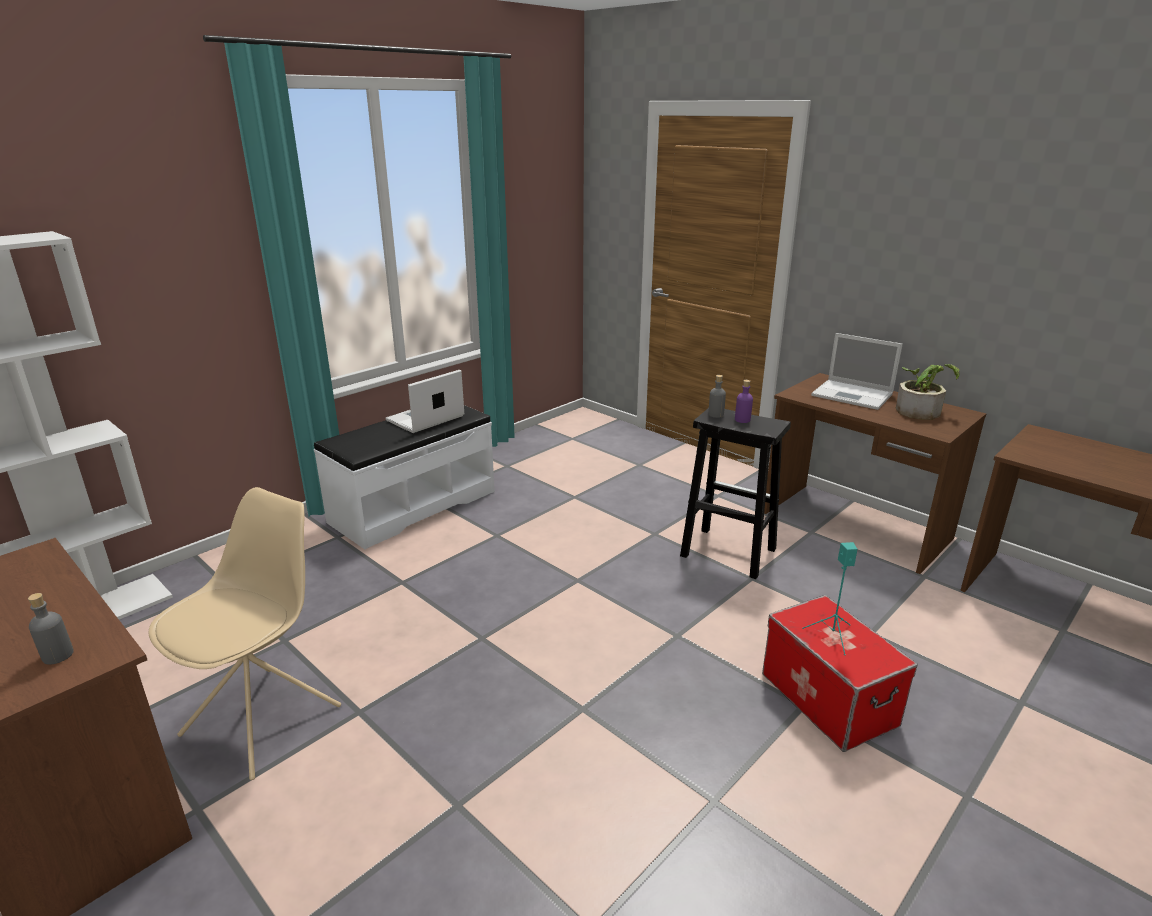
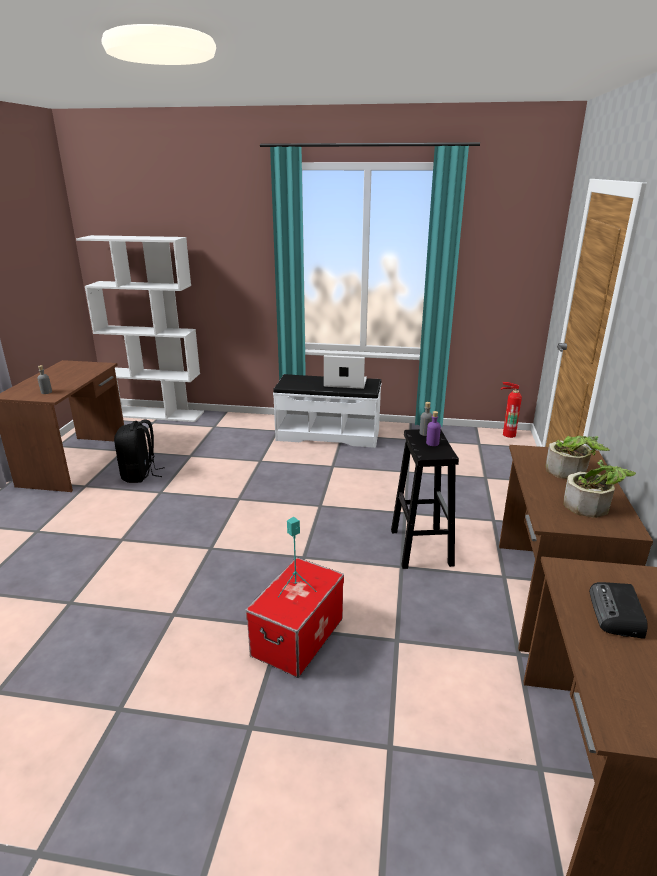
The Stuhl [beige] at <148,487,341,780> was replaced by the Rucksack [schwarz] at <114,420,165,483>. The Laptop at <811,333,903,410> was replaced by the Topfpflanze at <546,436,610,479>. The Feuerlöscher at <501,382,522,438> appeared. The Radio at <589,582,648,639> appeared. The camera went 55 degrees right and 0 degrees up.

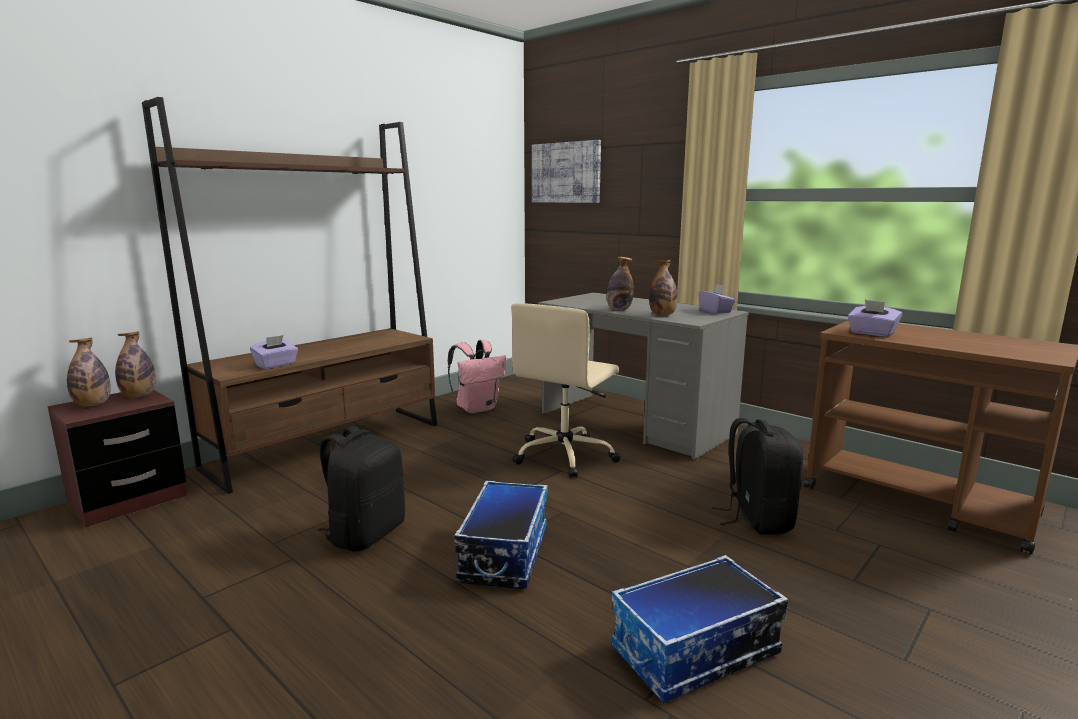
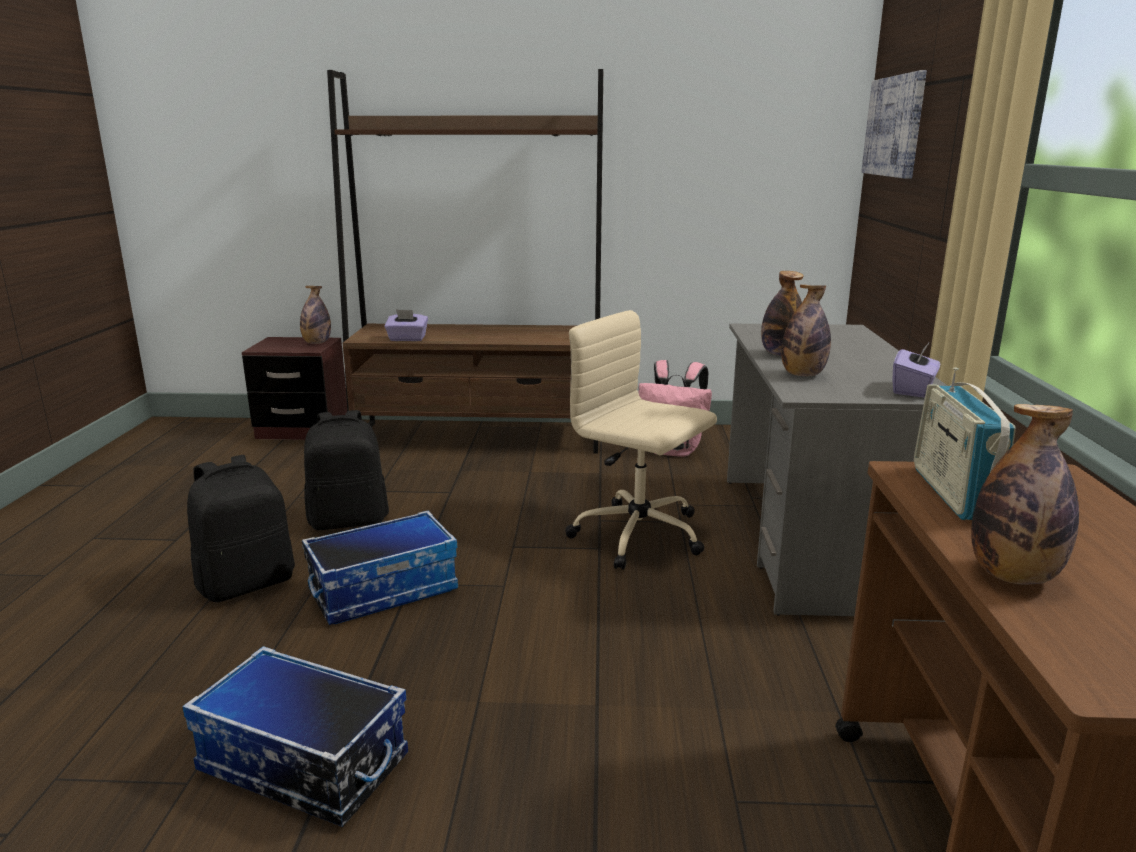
The Flasche moved from <67,337,111,407> to <971,404,1079,585>. The Bürostuhl [beige] at <511,303,620,478> turned 45 degrees clockwise. The Rucksack [schwarz] moved from <712,418,803,535> to <187,455,295,602>. The Taschentuchbox [lila] at <848,300,902,337> was replaced by the Radio at <914,367,1016,520>. The camera went 50 degrees right and 5 degrees up.

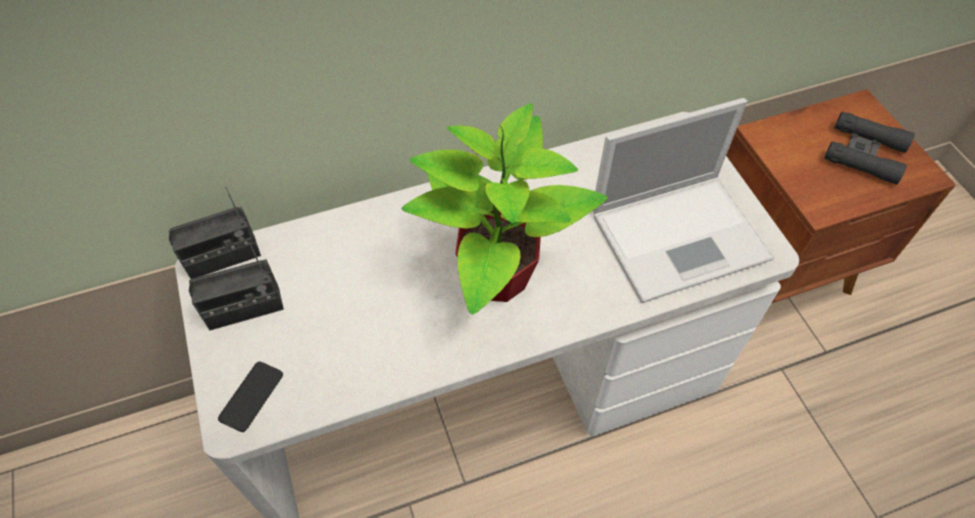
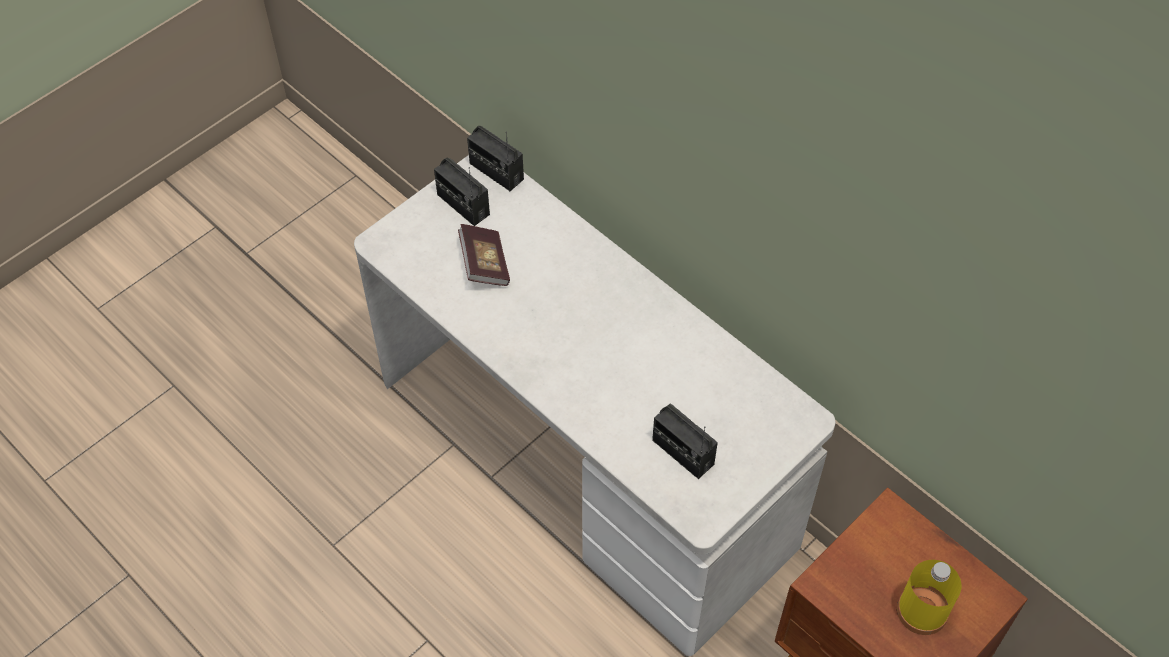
The Handy at <218,361,283,432> disappeared. The Topfpflanze at <402,103,607,314> disappeared. The Laptop at <593,98,774,303> was replaced by the Radio at <652,403,718,479>. The Fernglas [schwarz] at <824,112,915,185> was replaced by the Flasche [gelb] at <897,560,962,635>. The Buch at <458,224,510,286> appeared. The camera went 65 degrees right and 0 degrees up.

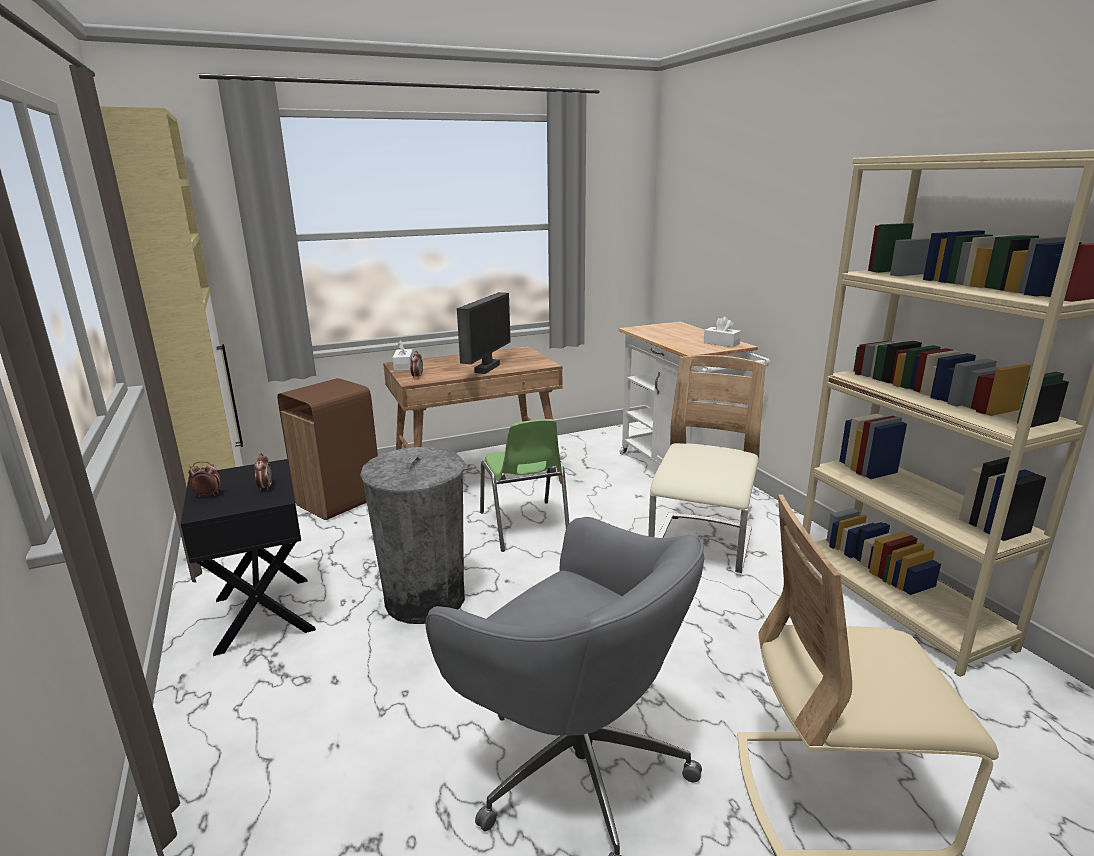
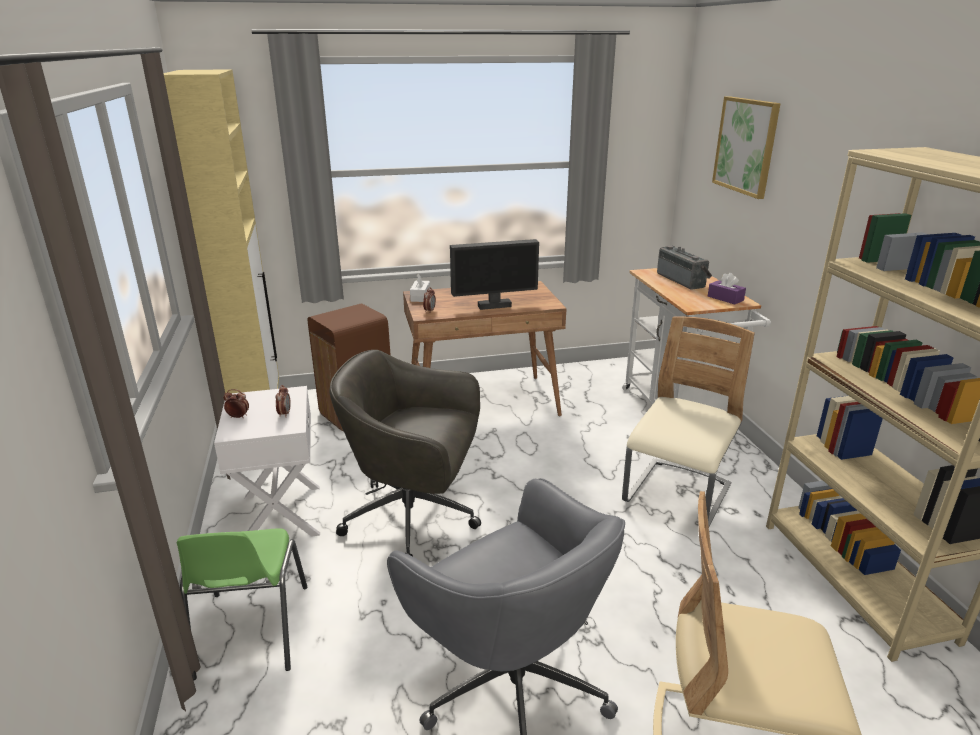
The Nachttisch [schwarz] at <181,459,316,656> became the Nachttisch [weiß] at <214,386,320,537>. The Mülleimer [grau] at <360,447,465,624> was replaced by the Bürostuhl [grau] at <330,350,481,557>. The Monitor at <457,292,511,374> turned 45 degrees clockwise. The Stuhl [grün] moved from <480,419,569,552> to <176,528,307,681>. The Taschentuchbox [weiß] at <704,317,741,348> became the Taschentuchbox [lila] at <708,273,746,304>. The Radio at <657,246,712,290> appeared. The Bild at <712,96,781,199> appeared. The camera went 10 degrees right and 5 degrees up.

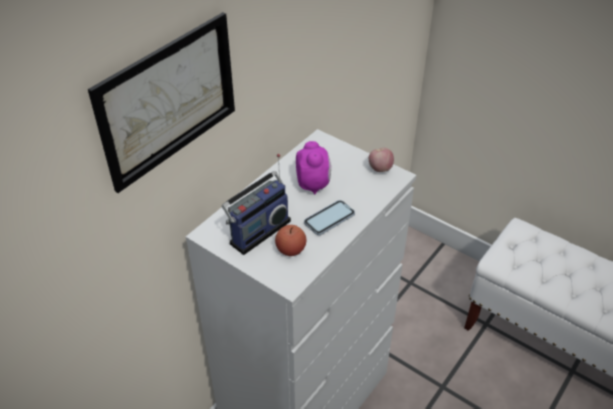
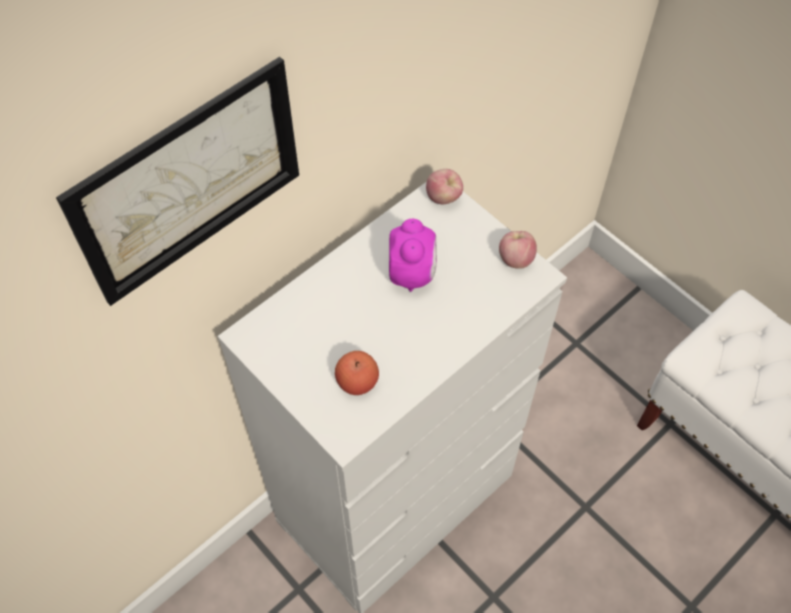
The Radio at <222,154,291,255> disappeared. The Handy at <304,200,355,235> disappeared. The Apfel at <426,169,463,204> appeared. The camera went 10 degrees right and 15 degrees up.

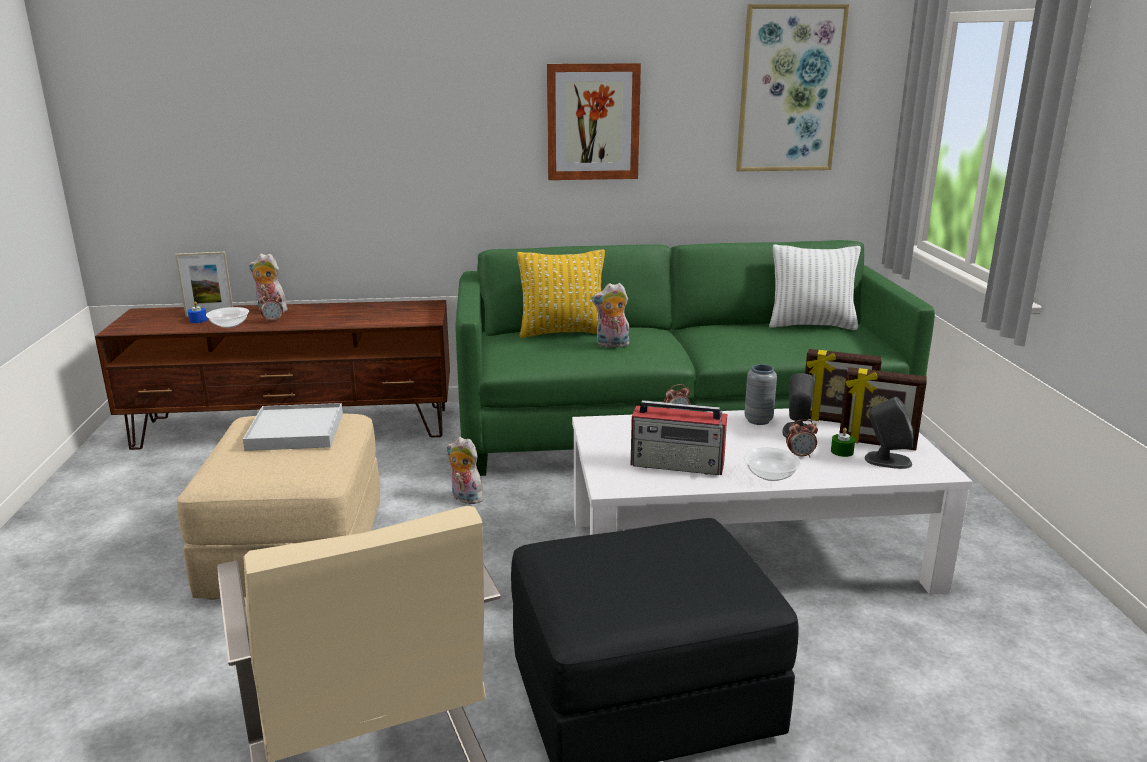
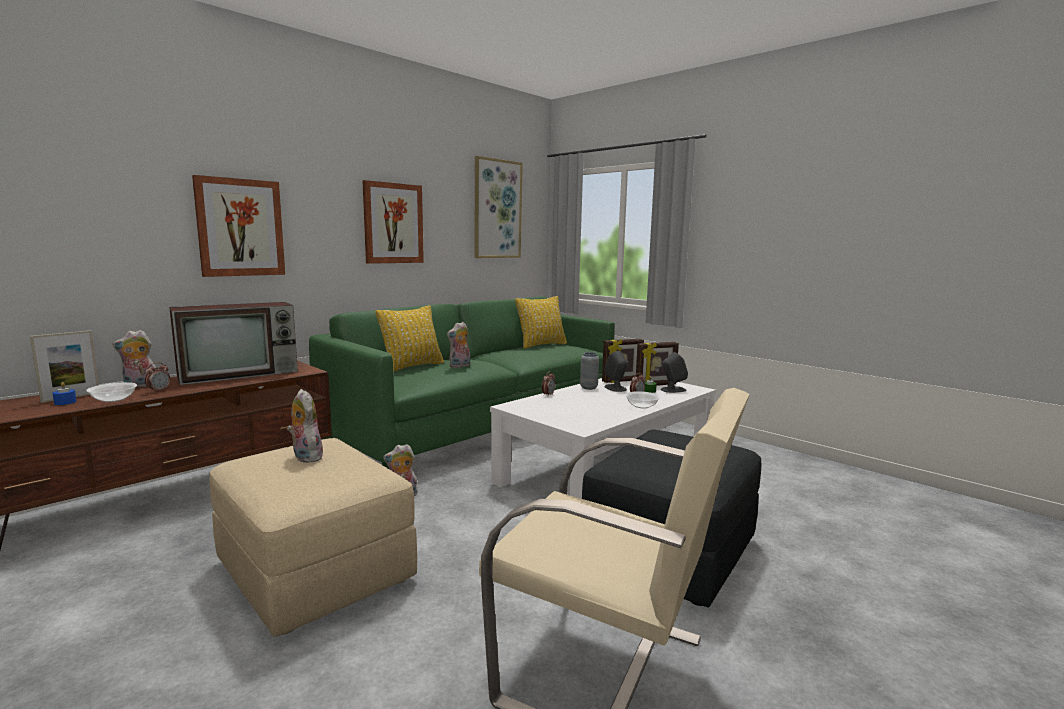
The Tablett [weiß] at <243,403,343,451> was replaced by the Plüschtier at <287,389,323,463>. The Radio at <631,400,727,475> disappeared. The Kissen [weiß] at <769,244,861,330> became the Kissen [gelb] at <515,296,567,349>. The Fernseher at <169,302,298,385> appeared. The Bild at <192,175,285,277> appeared. The camera went 40 degrees left and 10 degrees down.

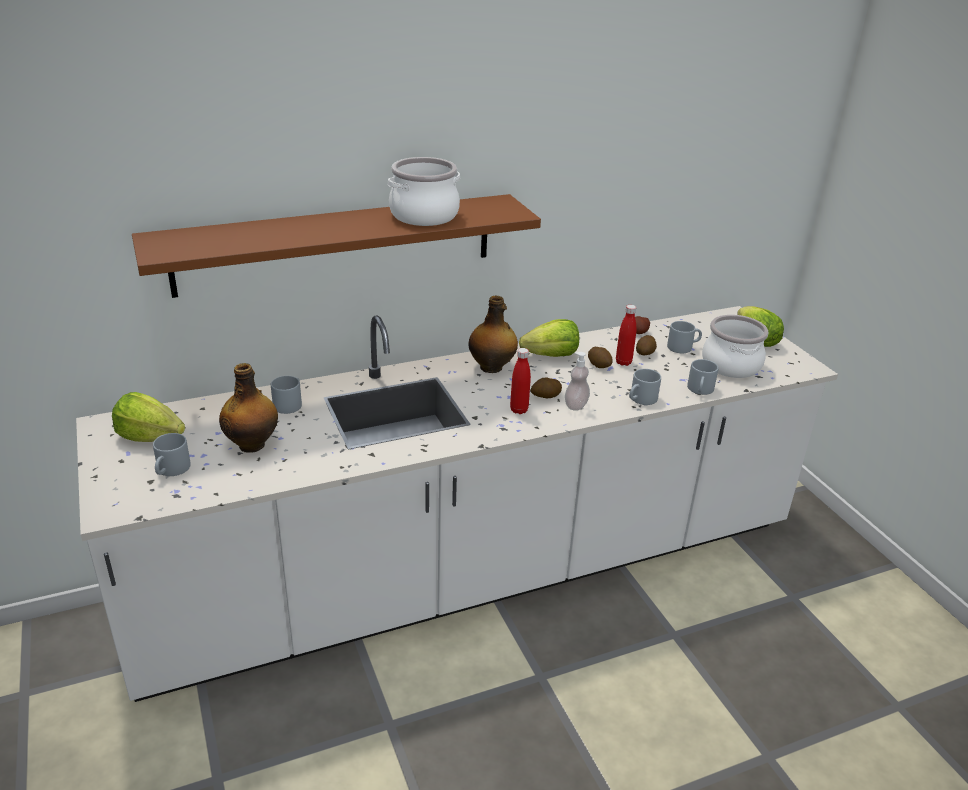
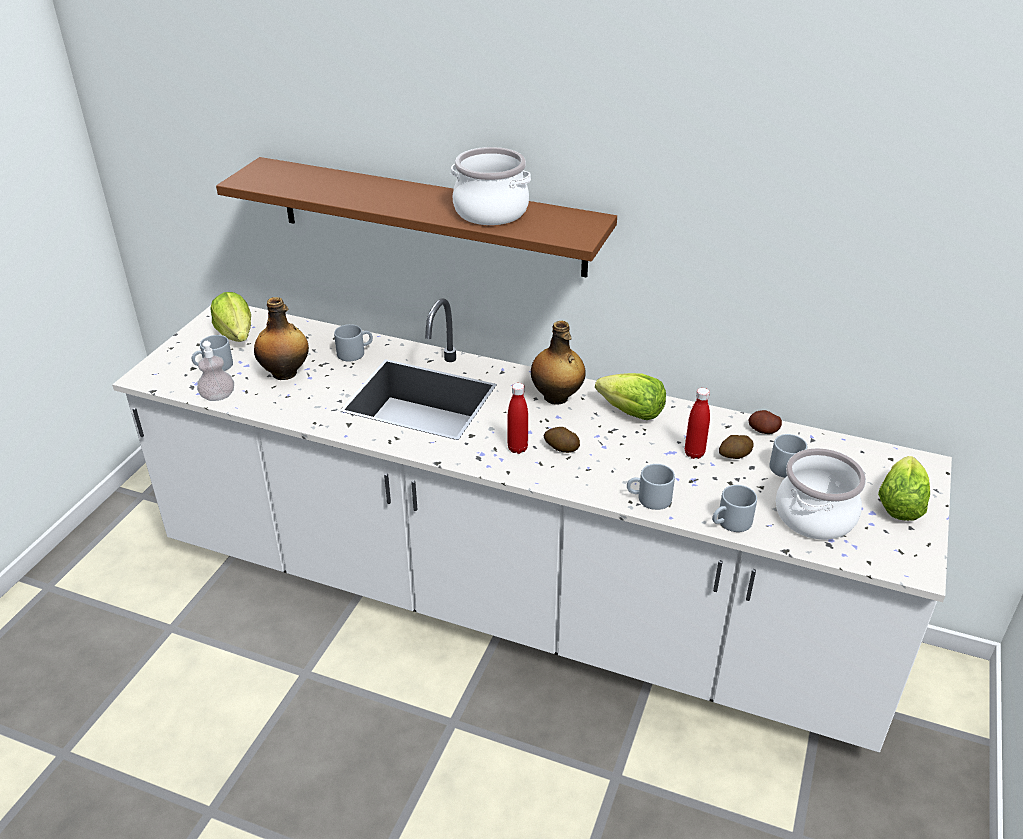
The Seifenspender moved from <565,352,590,411> to <197,341,234,401>. The Kartoffel at <588,347,613,368> disappeared. The camera went 45 degrees right and 5 degrees up.

